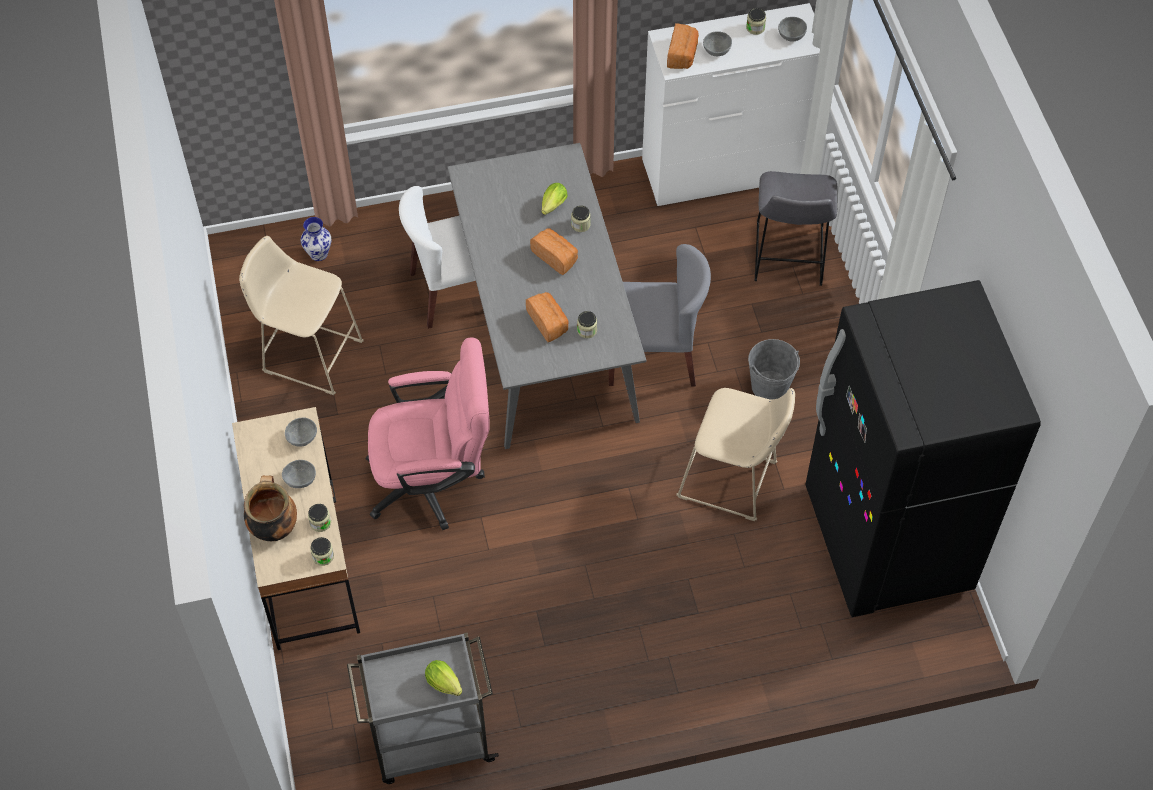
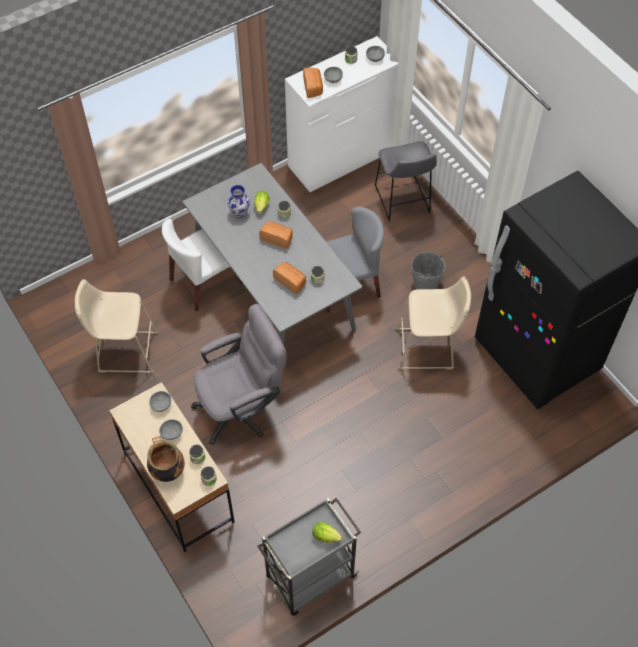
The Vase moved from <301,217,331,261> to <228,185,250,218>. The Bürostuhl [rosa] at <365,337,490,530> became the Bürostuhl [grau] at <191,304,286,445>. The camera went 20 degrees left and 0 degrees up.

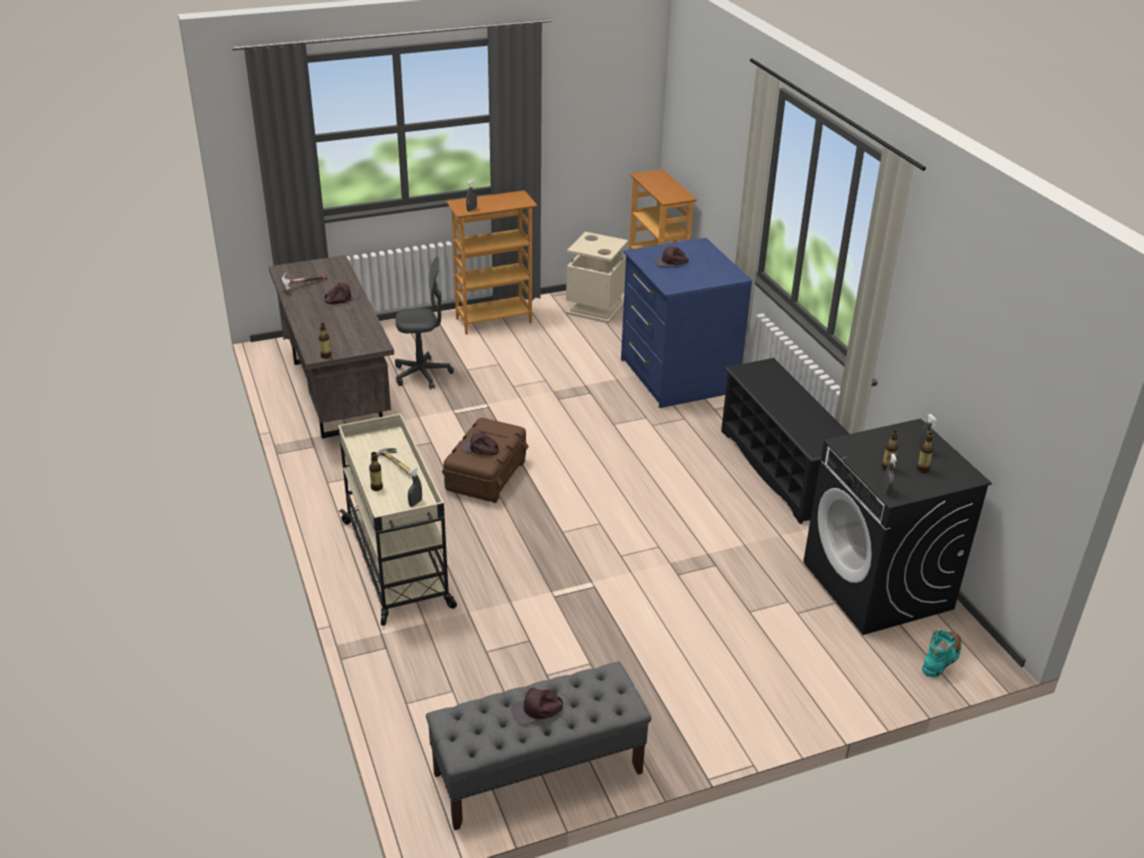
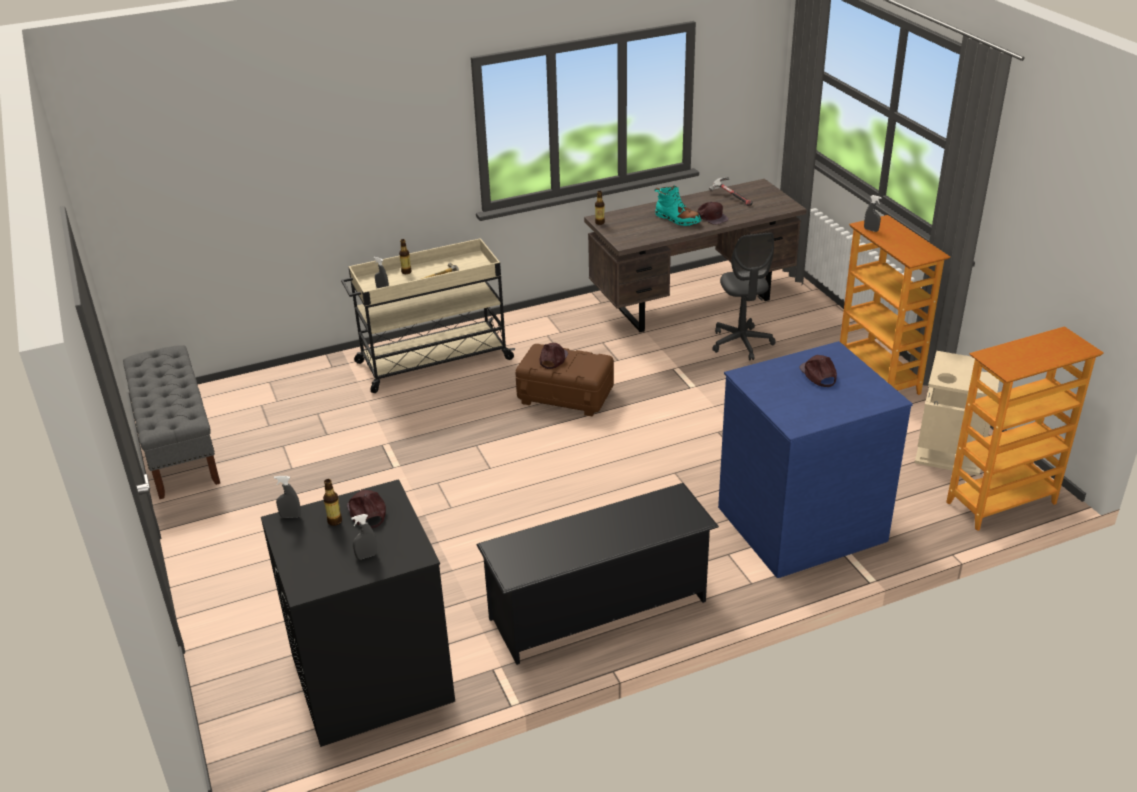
The Kappe [braun] moved from <511,688,563,725> to <347,490,386,528>. The Flasche at <916,433,934,473> disappeared. The Stiefel [türkis] moved from <922,630,962,678> to <654,185,701,226>. The camera went 90 degrees right and 0 degrees up.

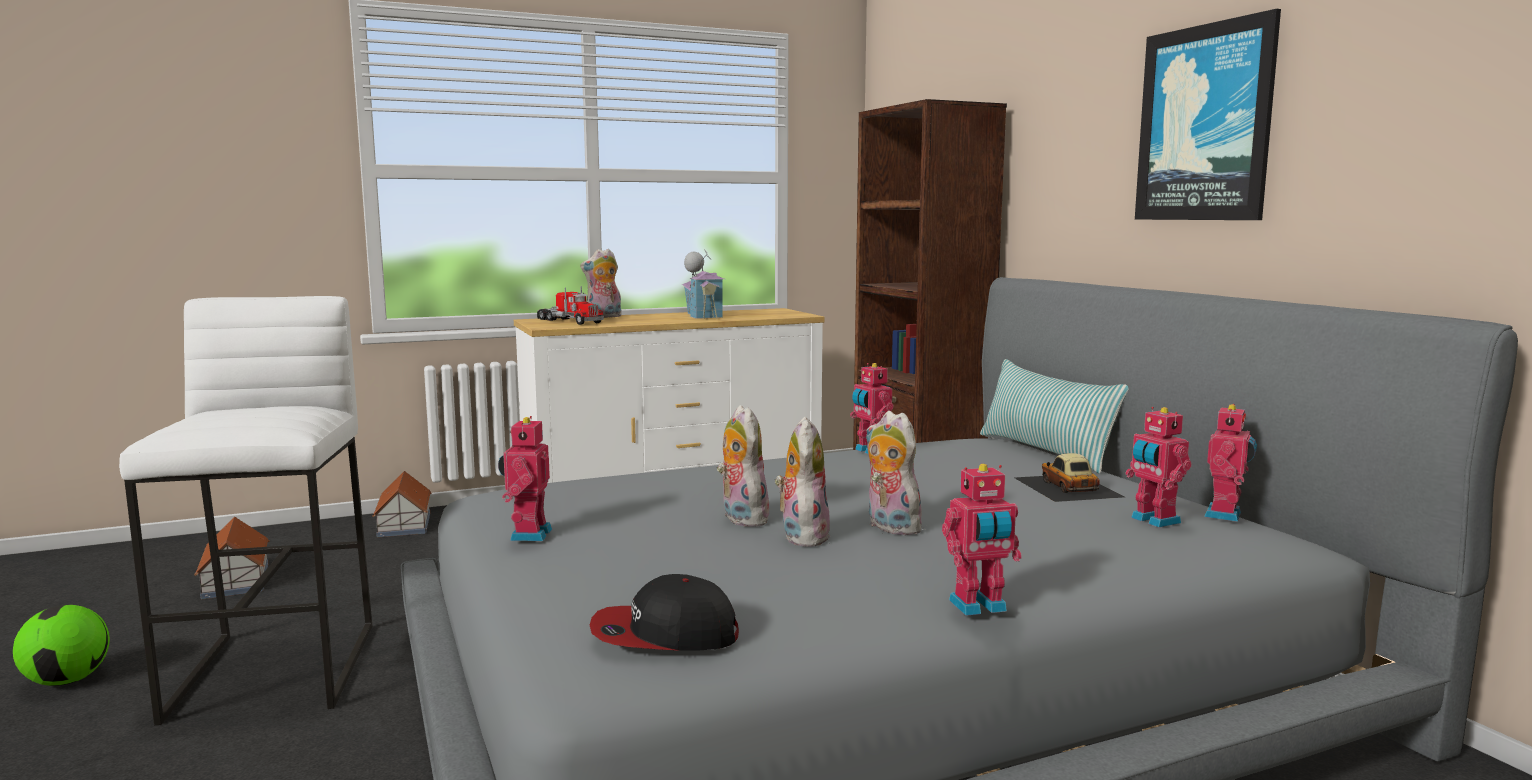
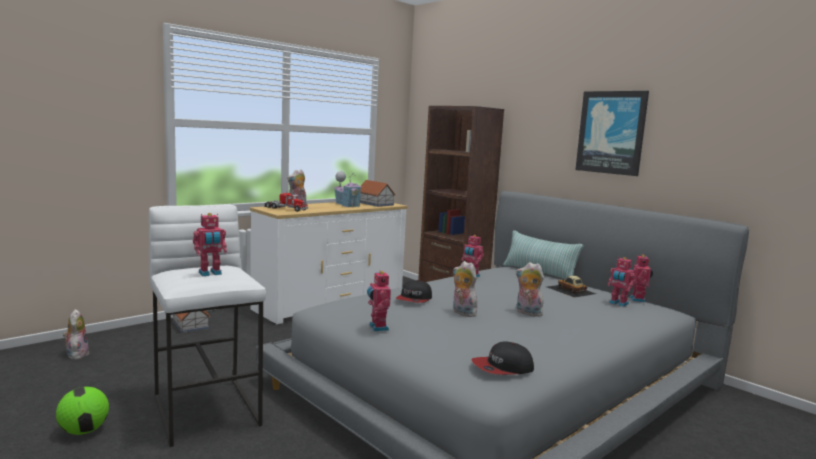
The Spielzeughaus moved from <194,517,269,600> to <360,180,395,207>. The Plüschtier moved from <775,417,830,547> to <63,309,89,360>. The Spielzeugroboter moved from <942,464,1022,616> to <193,213,227,276>. The Kappe at <396,280,432,303> appeared. The camera went 20 degrees left and 0 degrees up.

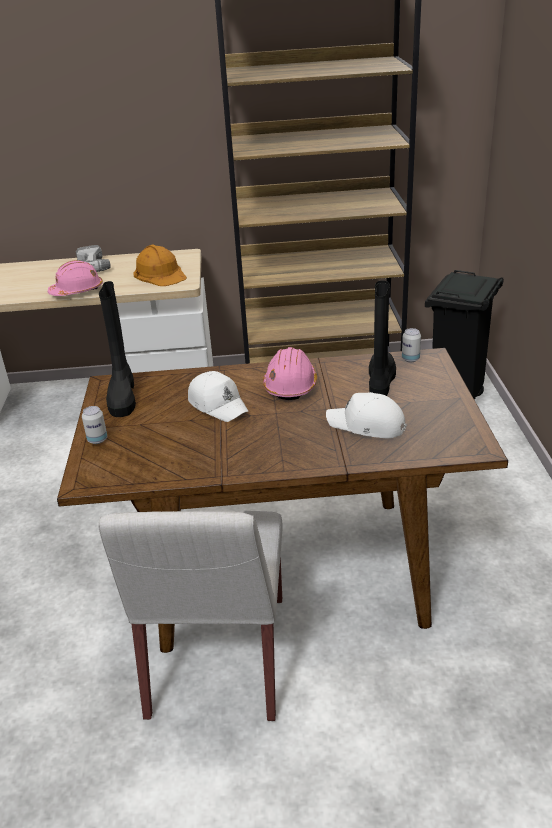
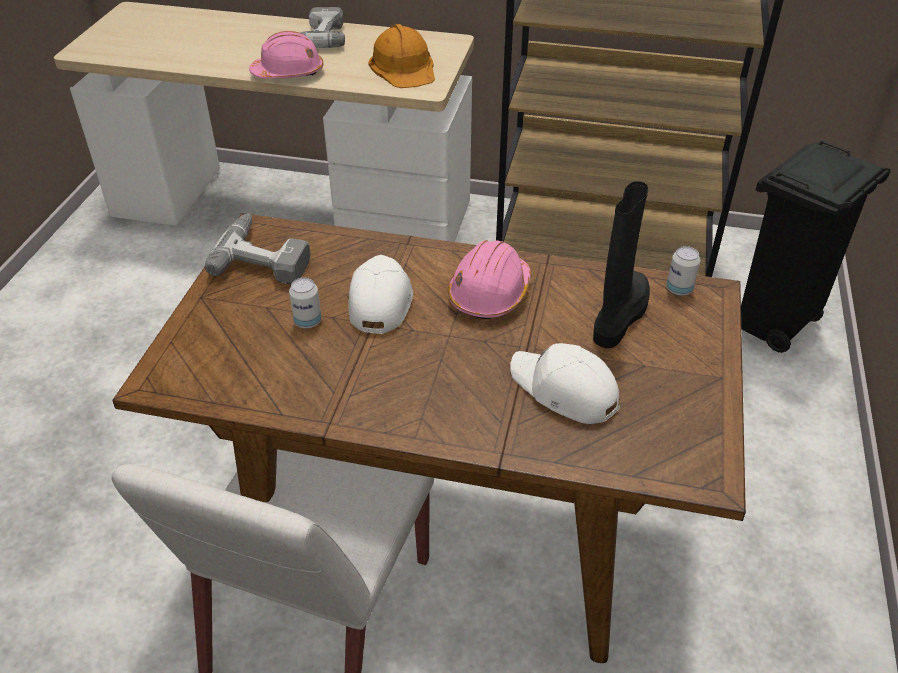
The Dose moved from <82,406,107,444> to <289,278,322,329>. The Stiefel [schwarz] at <99,281,136,417> was replaced by the Bohrmaschine at <205,213,311,284>. The Kappe [weiß] at <188,371,248,422> turned 150 degrees counterclockwise. The camera went 15 degrees right and 10 degrees up.

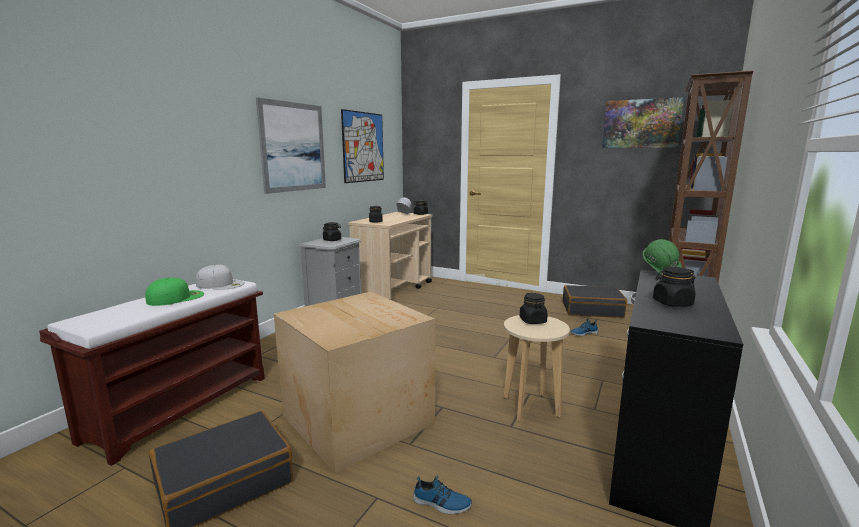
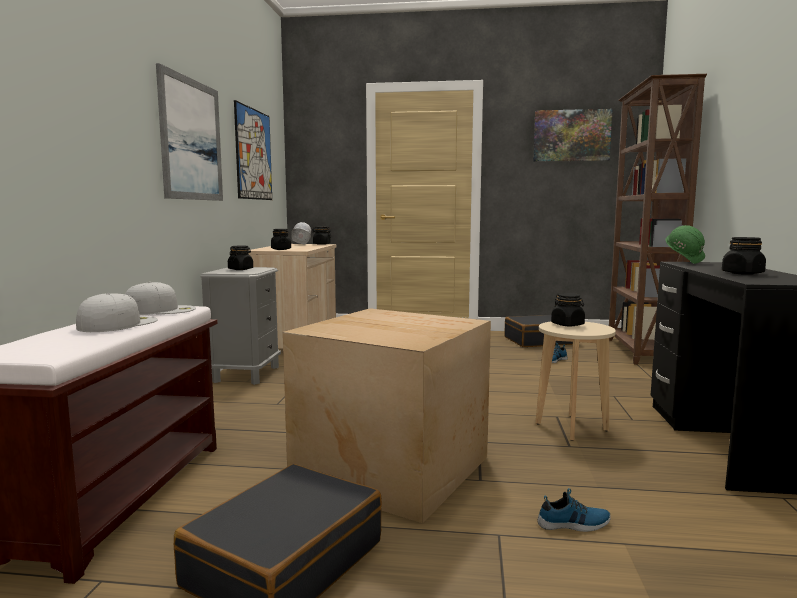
The Kappe [grün] at <145,277,204,306> became the Kappe [weiß] at <76,293,158,332>. The camera went 20 degrees left and 5 degrees down.

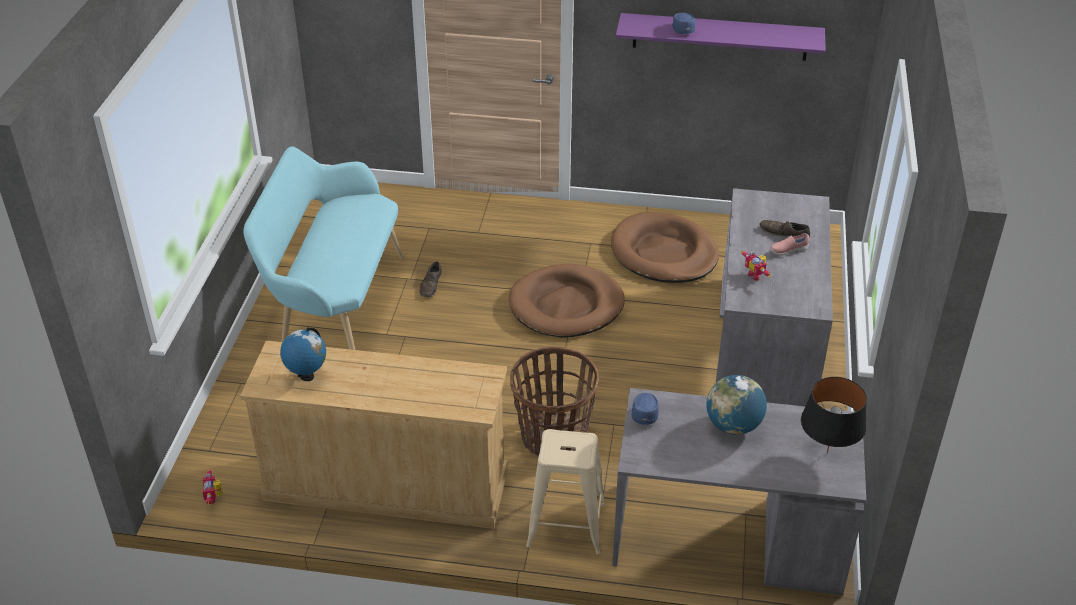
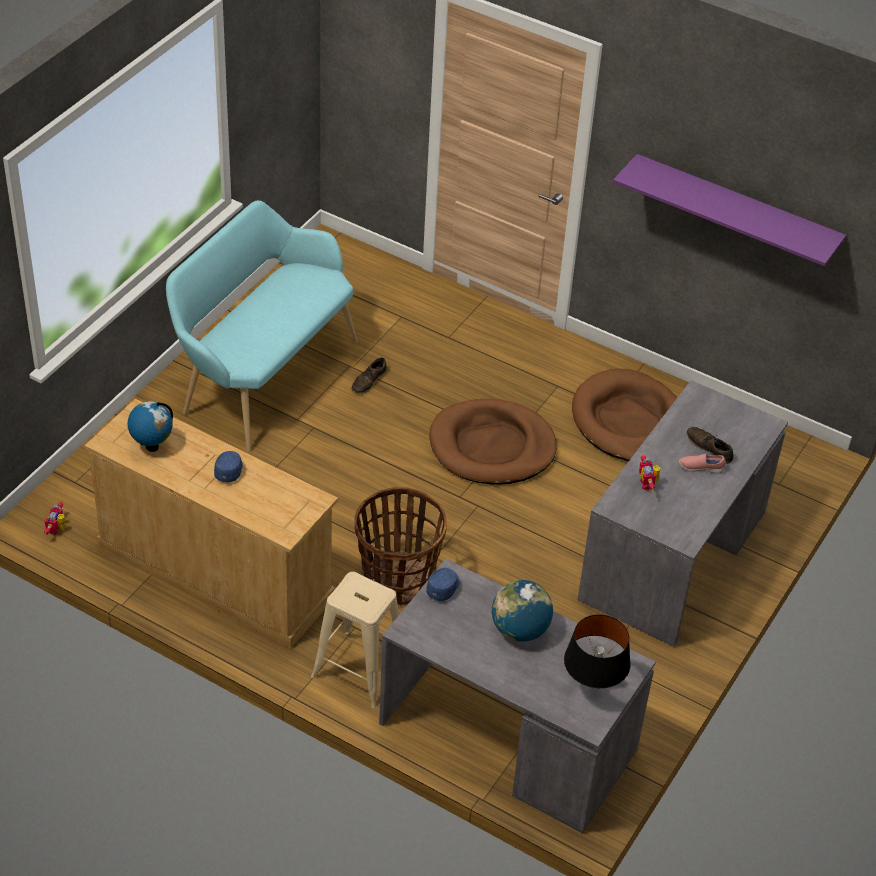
The Kappe [blau] moved from <672,13,695,34> to <214,451,243,482>. The camera went 20 degrees right and 5 degrees up.

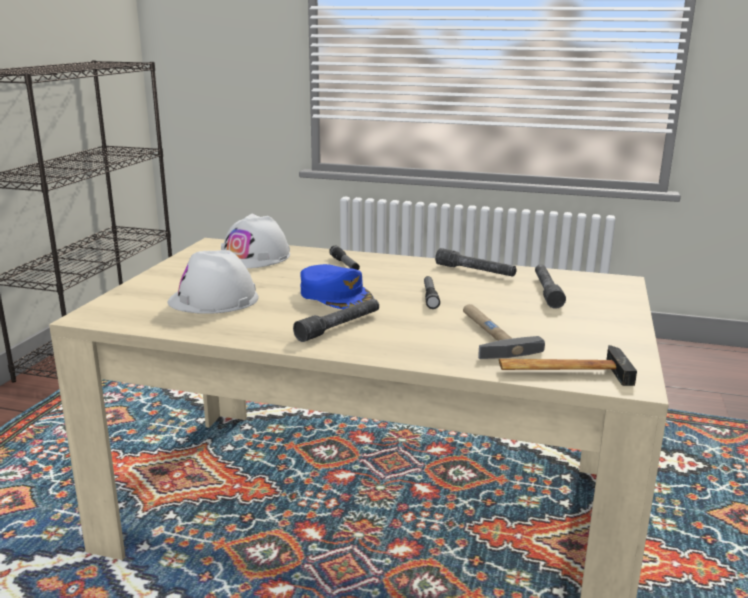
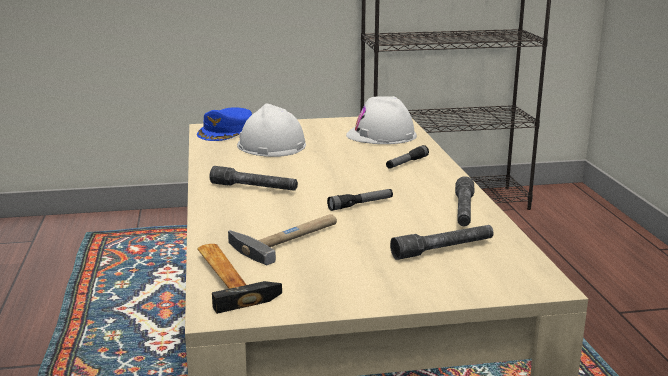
The Kappe [blau] moved from <301,264,374,309> to <197,108,252,141>. The camera went 65 degrees right and 0 degrees up.

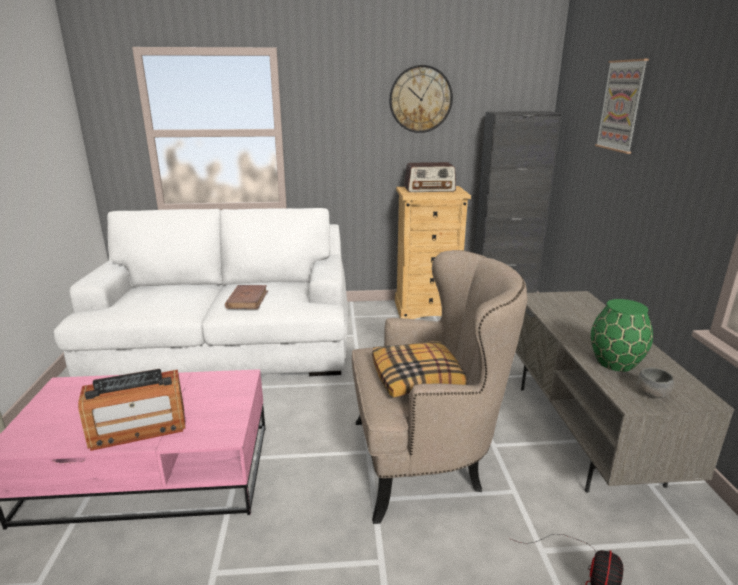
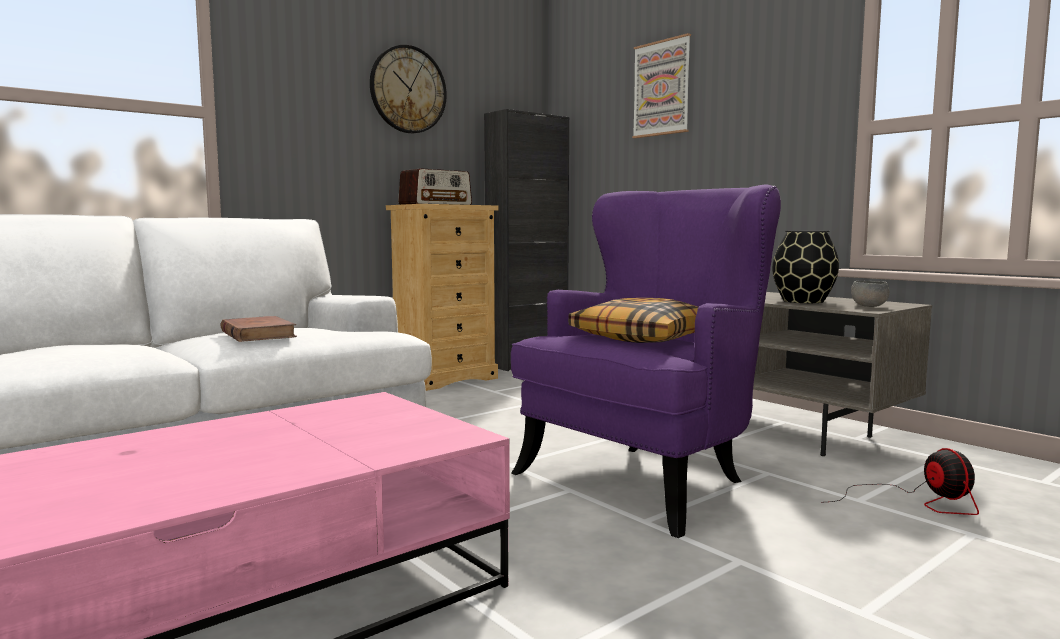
The Radio at <78,369,185,451> disappeared. The Sessel [beige] at <352,250,527,524> became the Sessel [lila] at <511,185,781,538>. The Vase [grün] at <591,299,653,372> became the Vase [schwarz] at <772,230,839,303>. The camera went 35 degrees left and 15 degrees down.

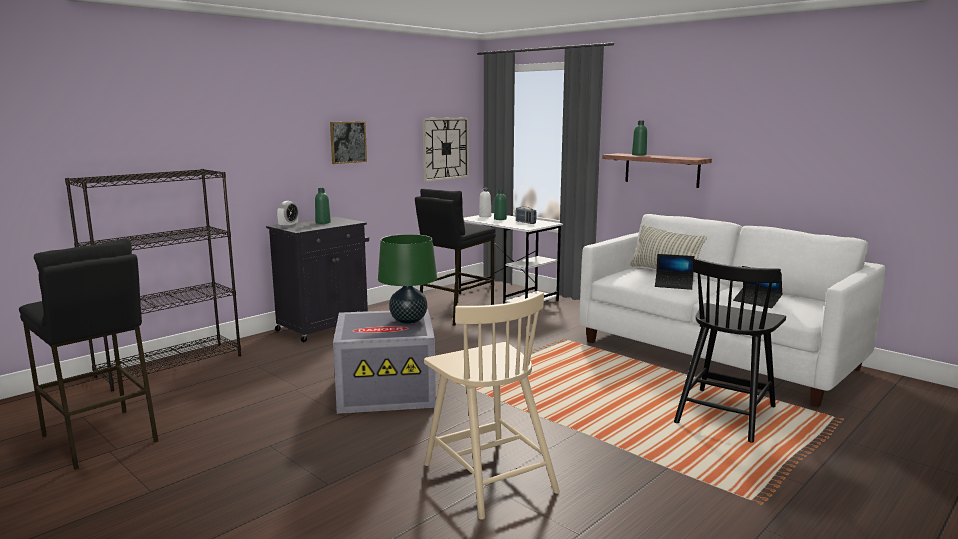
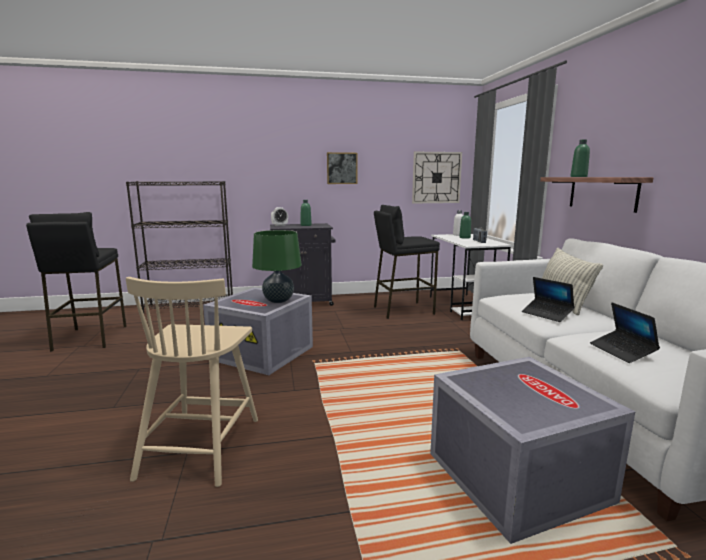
The Stuhl [schwarz] at <674,258,786,442> was replaced by the Aufbewahrungsbox [grau] at <430,357,635,544>. The camera went 35 degrees right and 0 degrees up.

